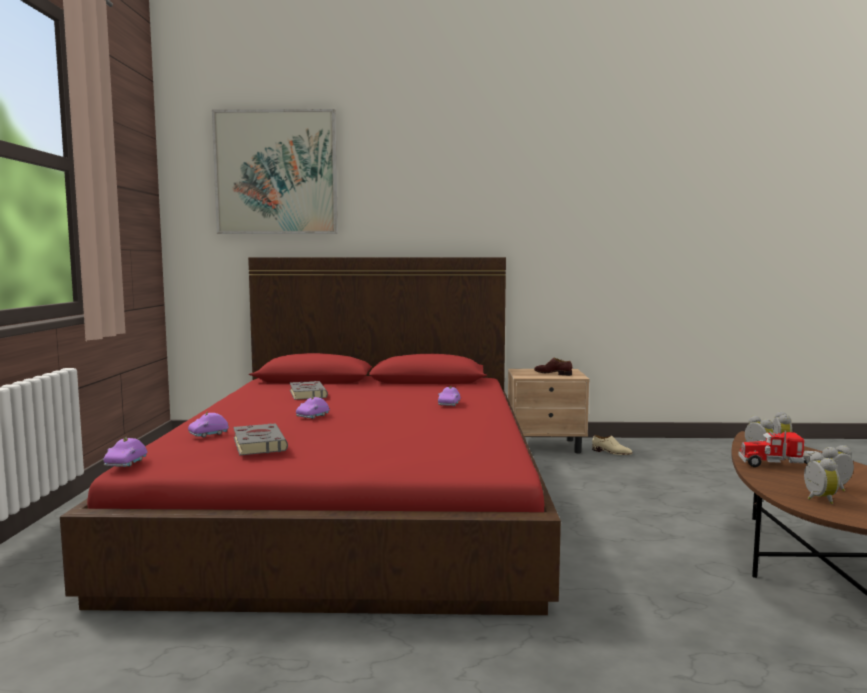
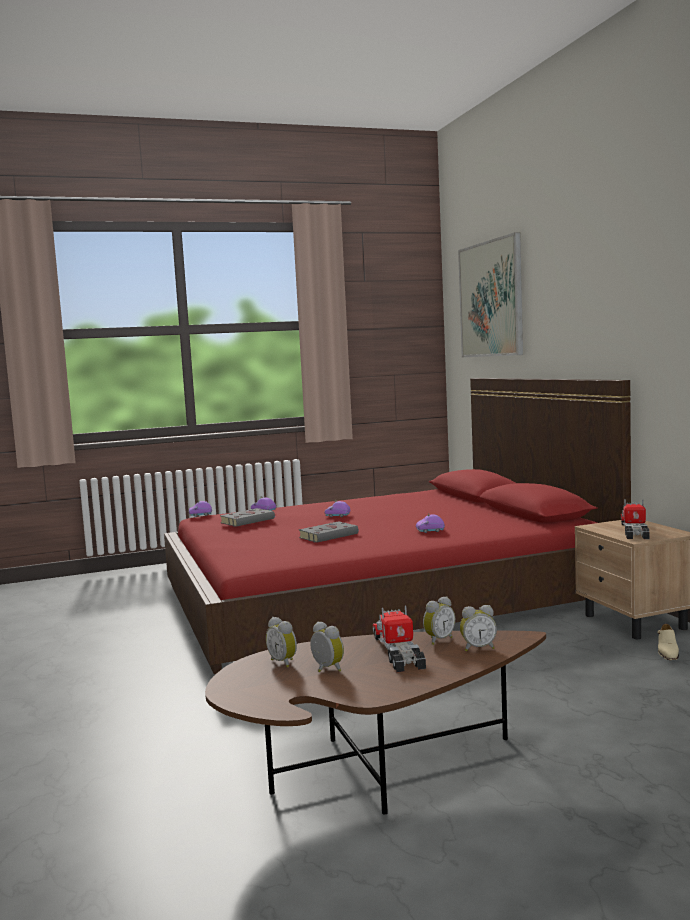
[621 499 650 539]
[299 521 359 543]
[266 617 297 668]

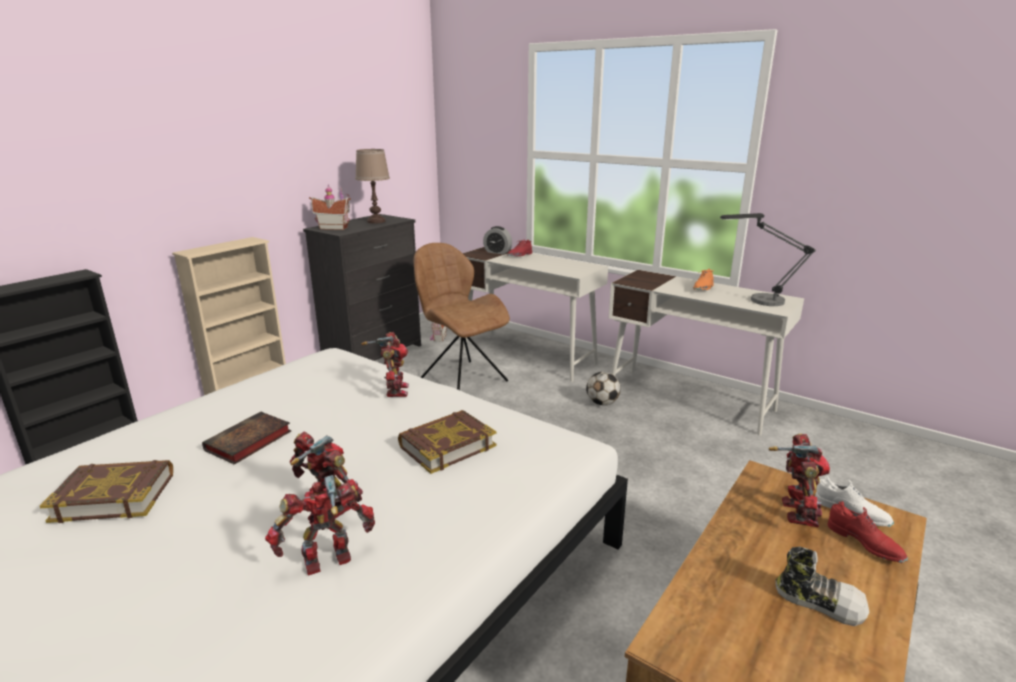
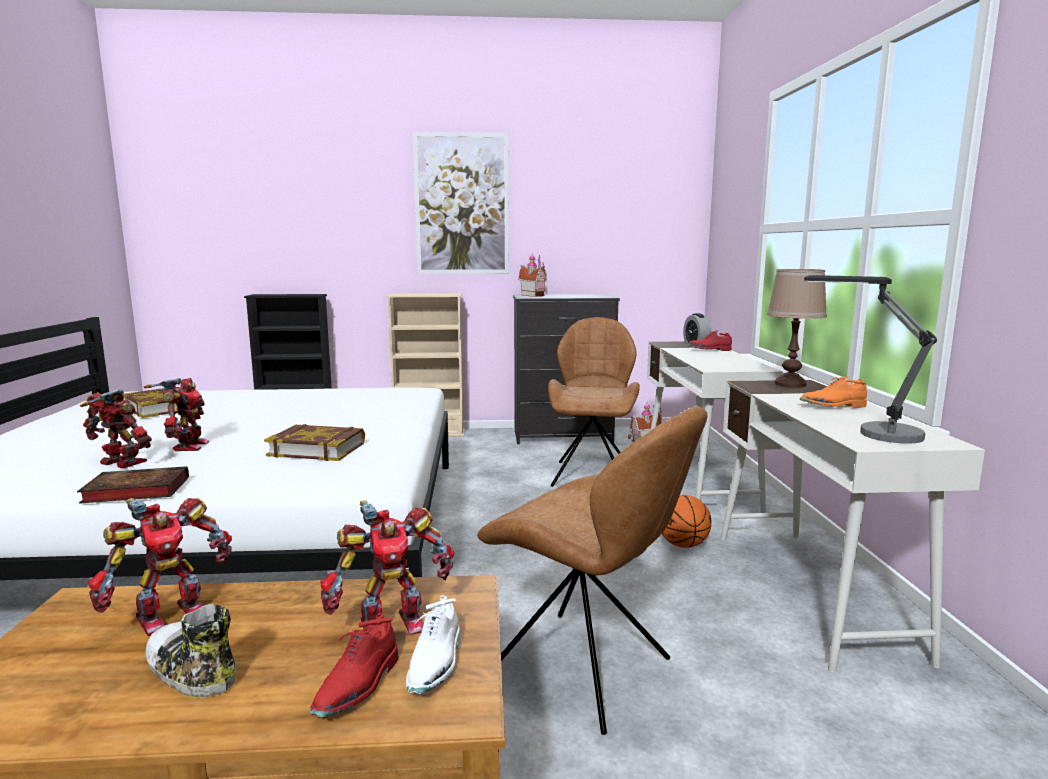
[767 269 827 388]
[88 498 232 636]
[662 495 712 548]
[77 466 189 504]
[145 604 236 698]
[413 132 509 274]
[477 406 708 735]

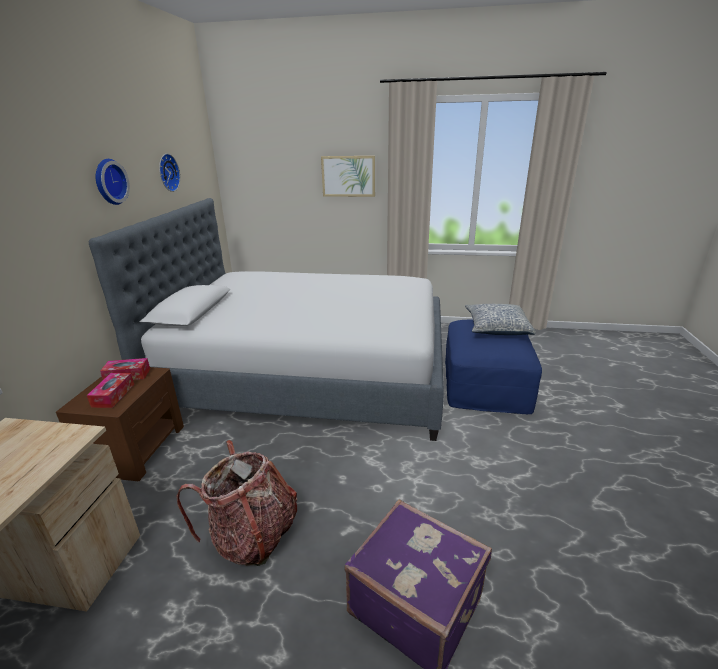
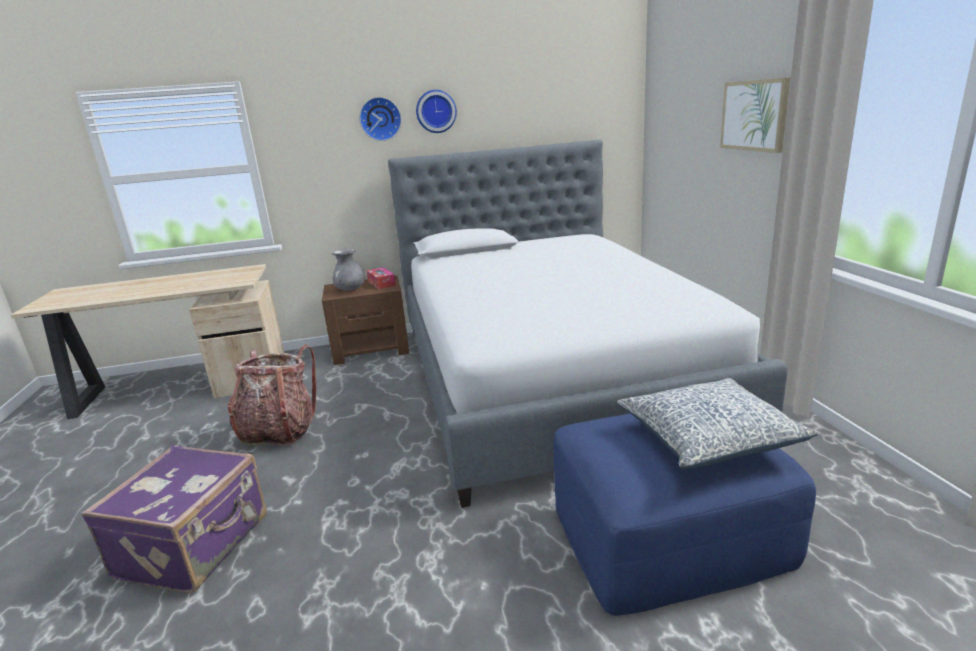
[359 97 401 141]
[332 249 364 291]

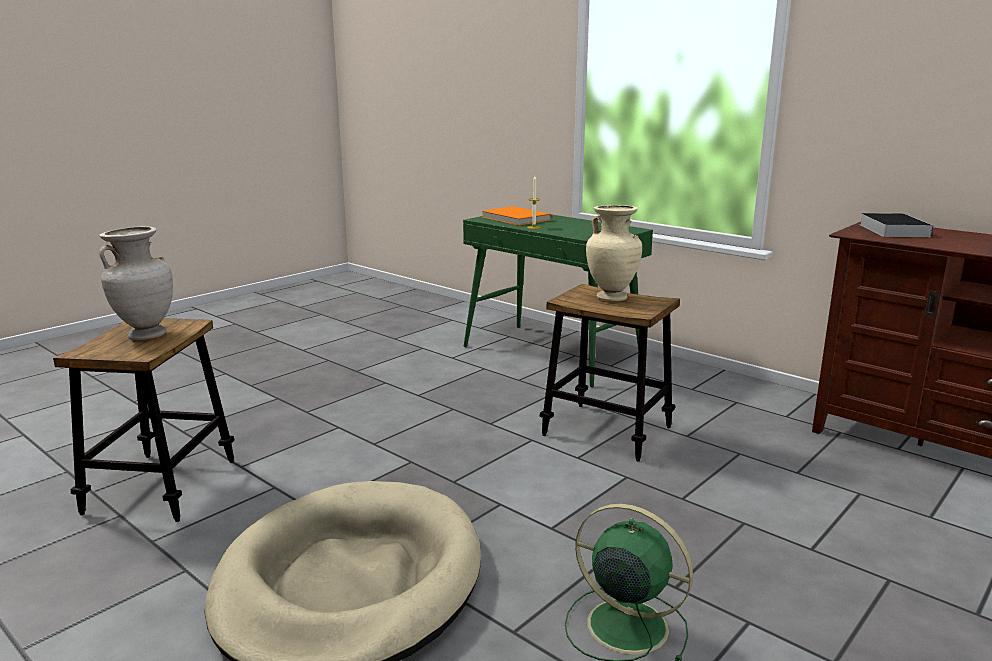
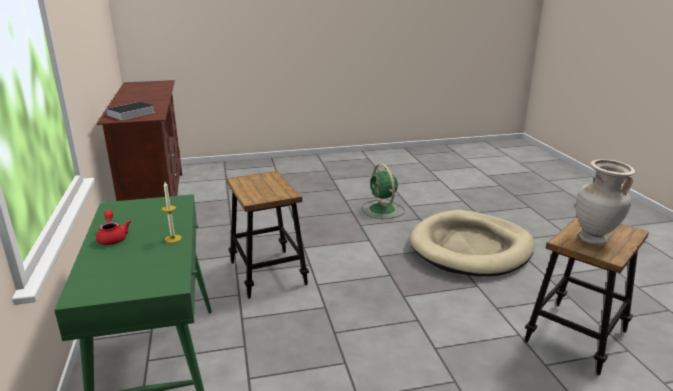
[586 205 642 301] (first image)
[482 206 551 226] (first image)
[96 210 131 245]

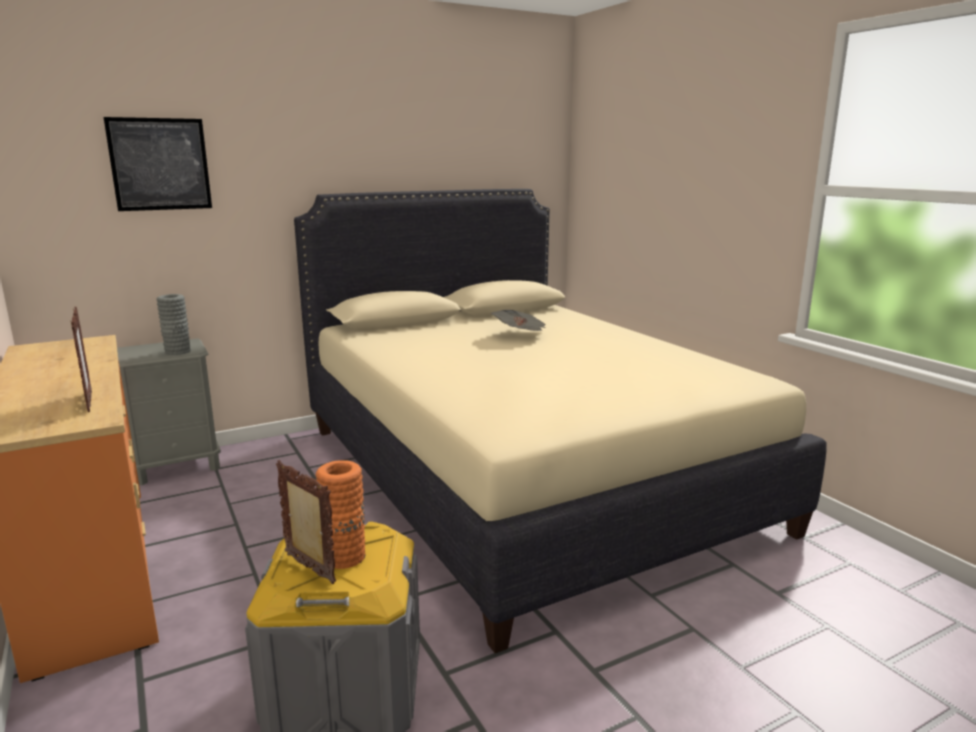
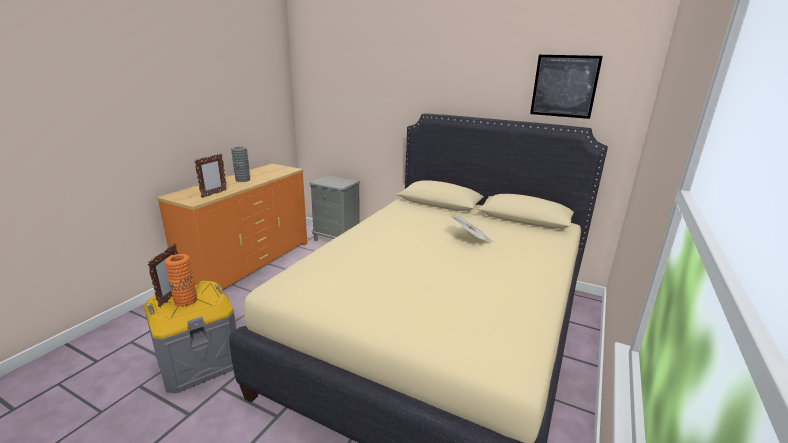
[530 55 603 119]
[231 146 250 182]

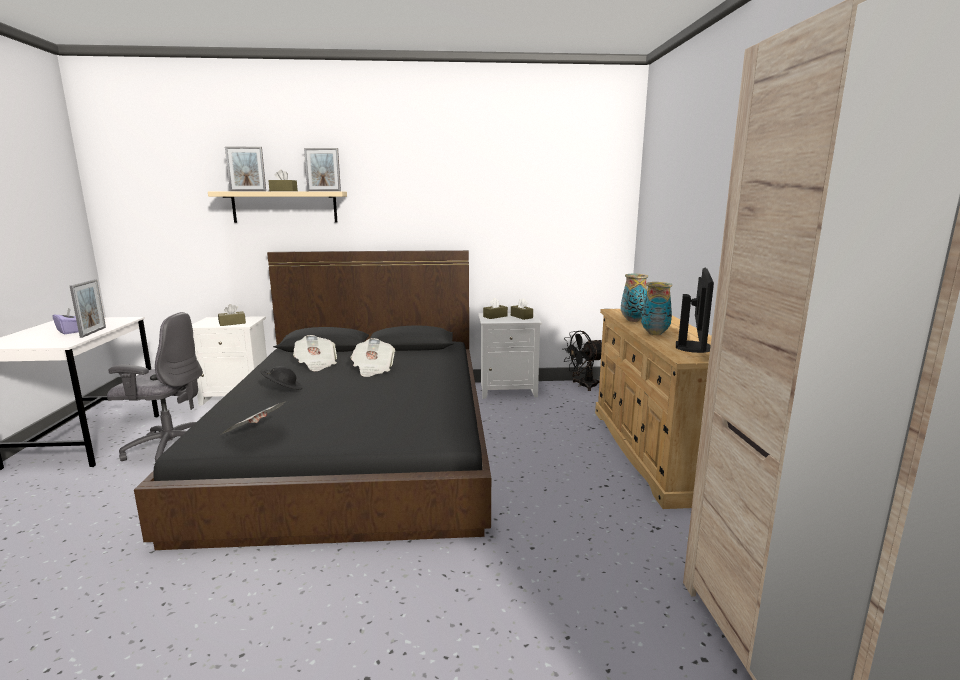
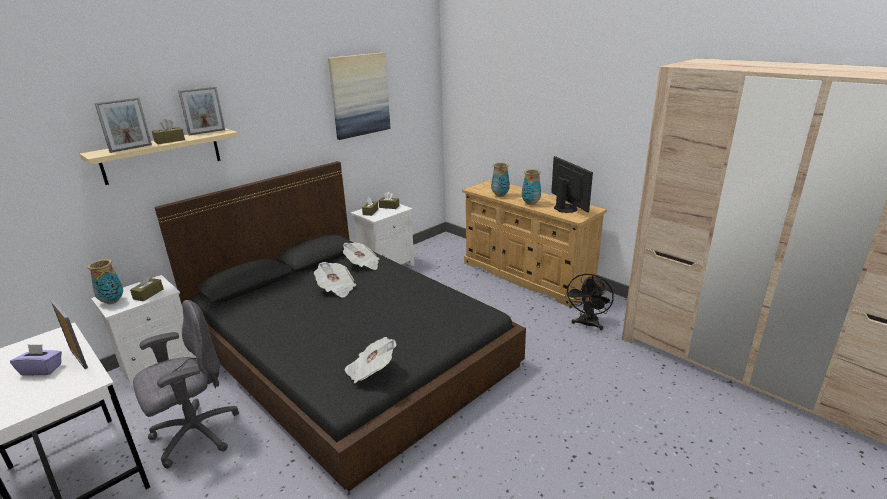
[565 274 614 330]
[343 242 380 270]
[260 366 303 390] (first image)
[328 52 390 140]
[87 259 123 304]

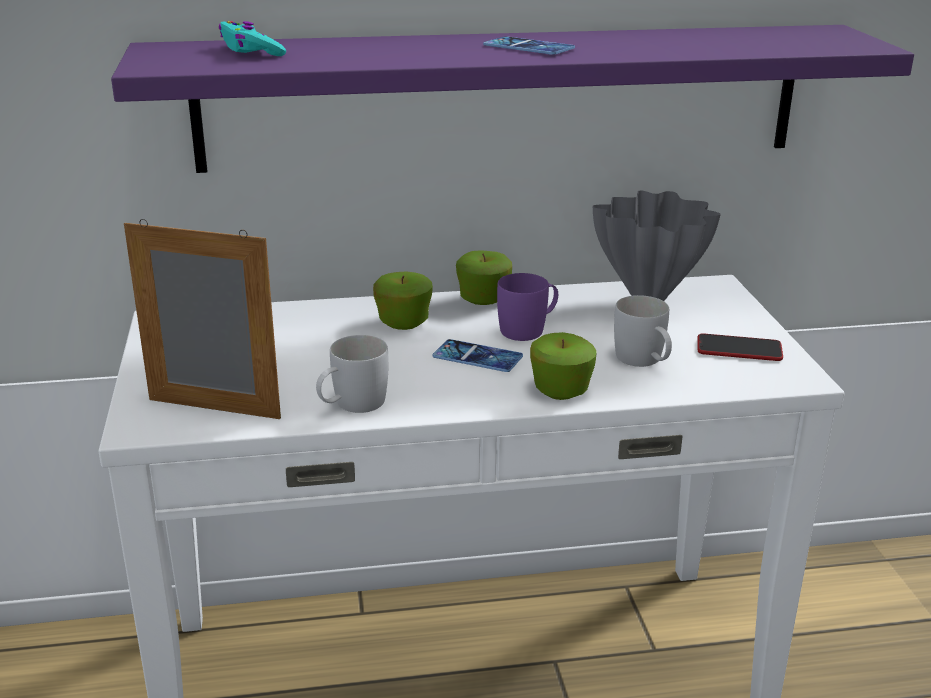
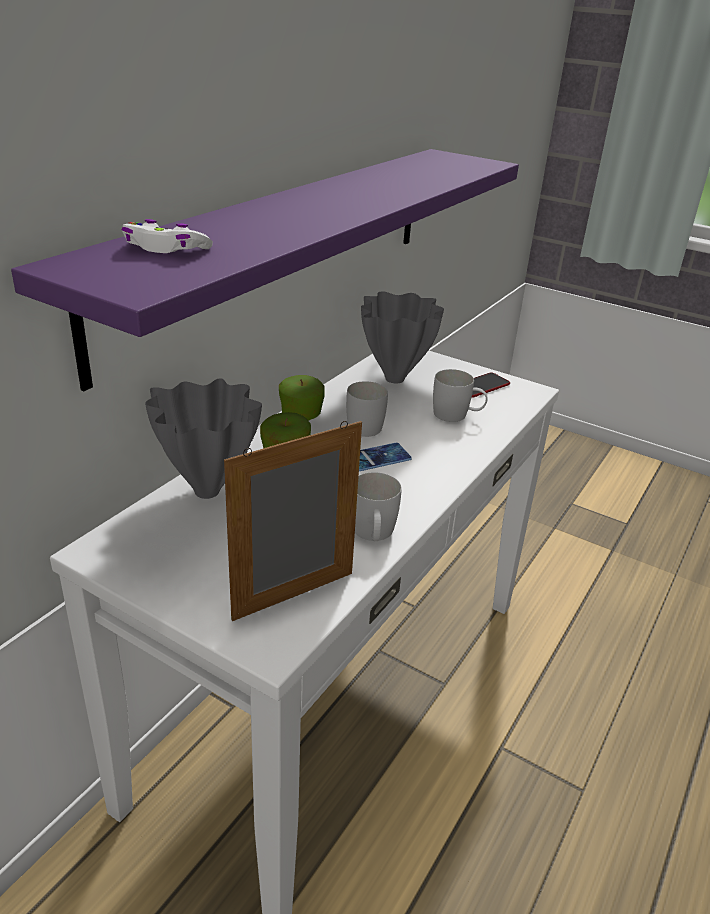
[122 219 213 253]
[483 36 575 55] (first image)
[346 381 388 437]
[530 332 597 400] (first image)
[145 378 262 499]

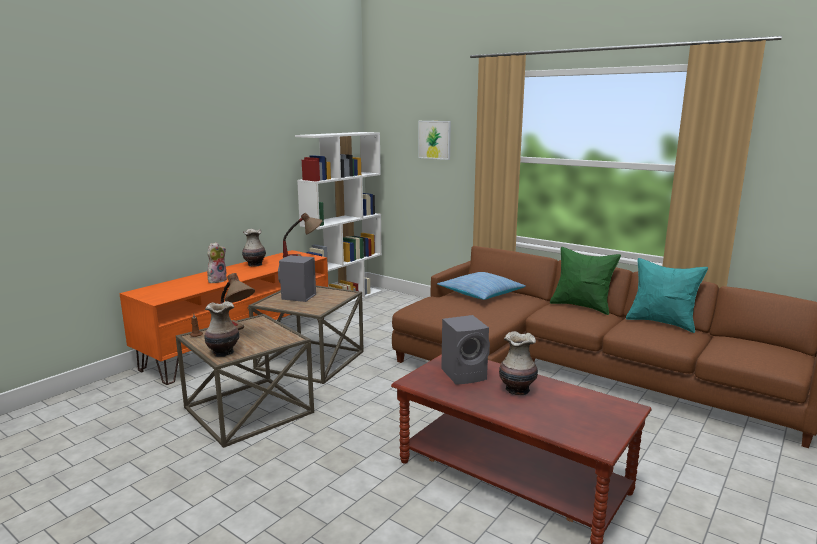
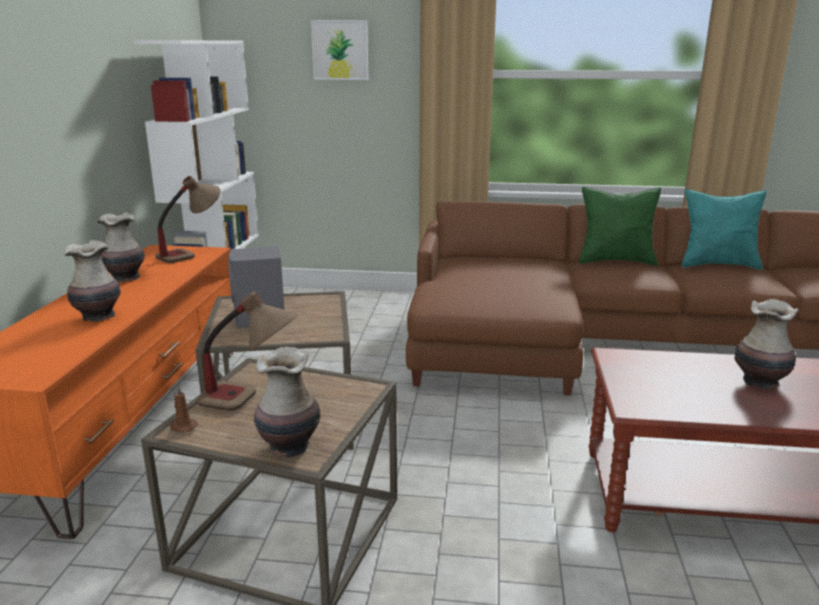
[64 240 121 322]
[437 272 526 300] (first image)
[441 315 490 385] (first image)

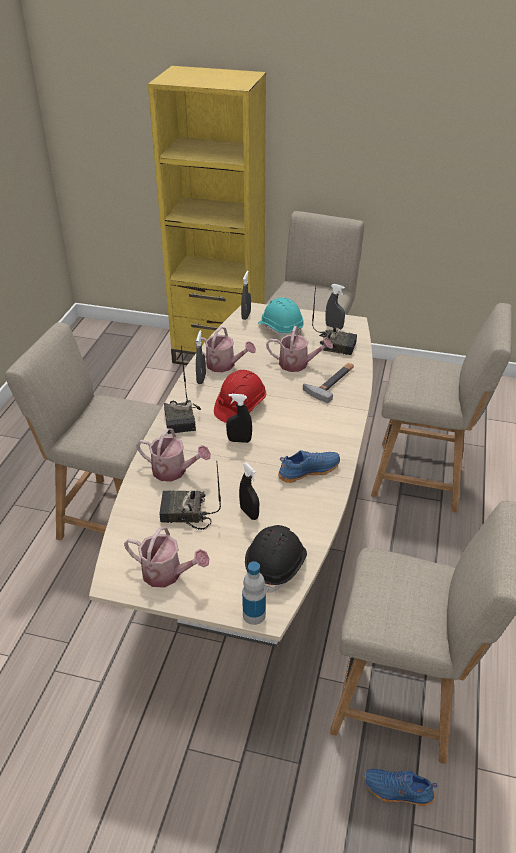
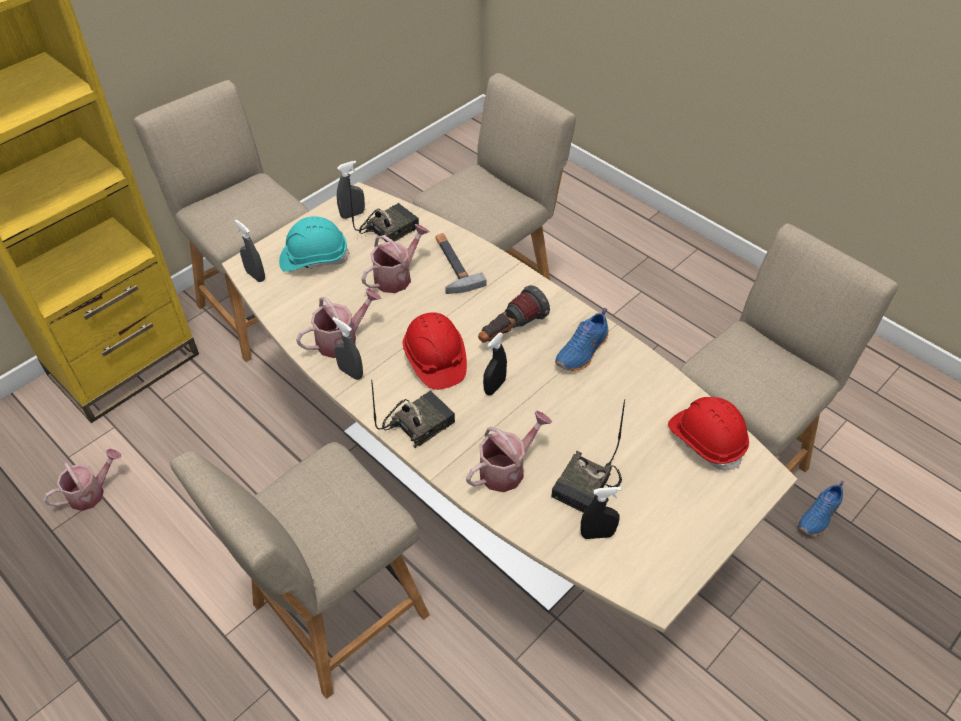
[372 382 455 449]
[555 308 609 371]
[581 487 621 539]
[668 397 749 471]
[43 449 121 511]
[242 561 266 625] (first image)
[478 285 550 343]

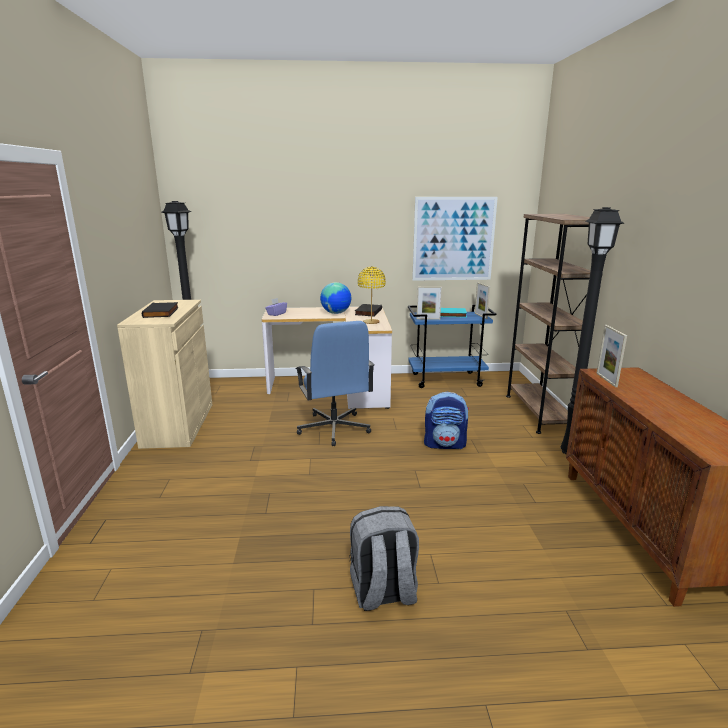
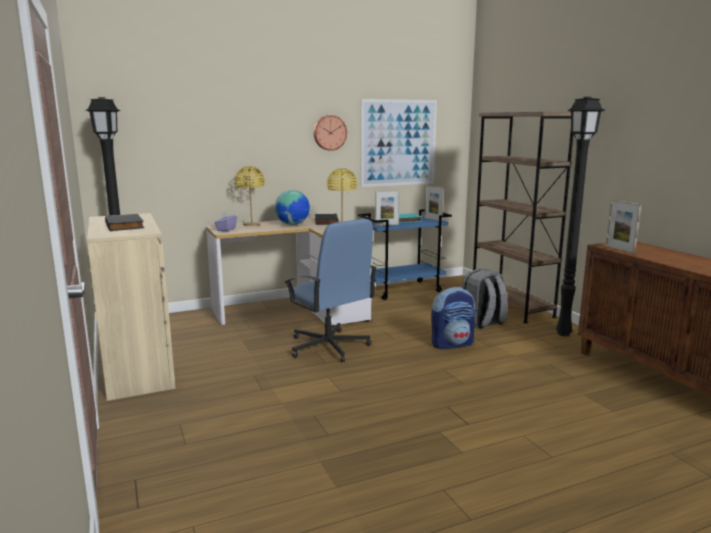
[462 269 508 329]
[314 115 347 151]
[235 166 265 226]

